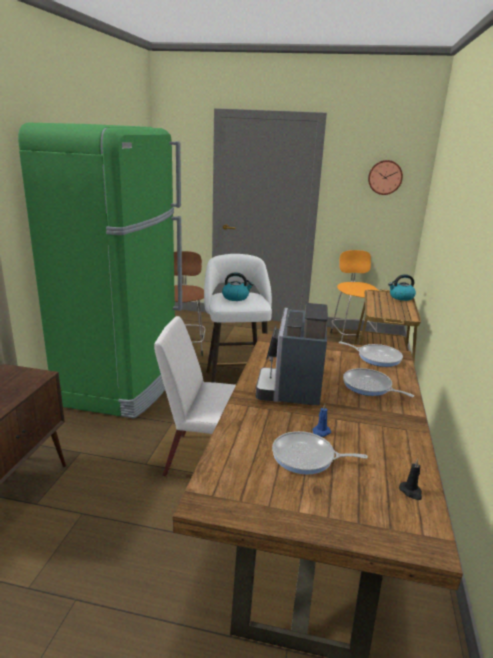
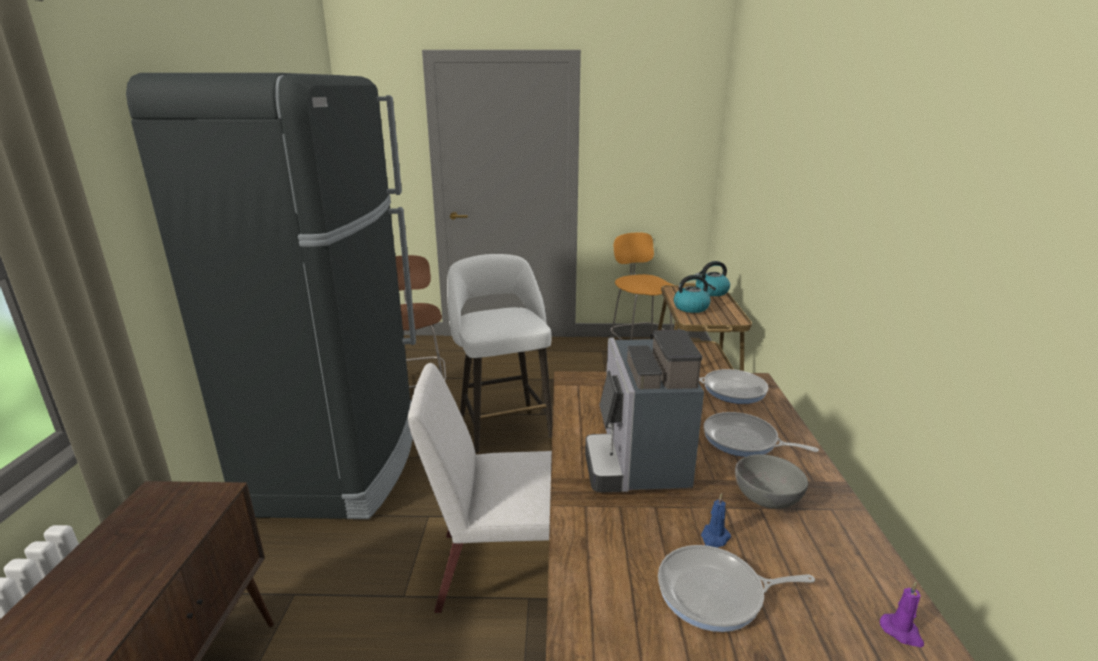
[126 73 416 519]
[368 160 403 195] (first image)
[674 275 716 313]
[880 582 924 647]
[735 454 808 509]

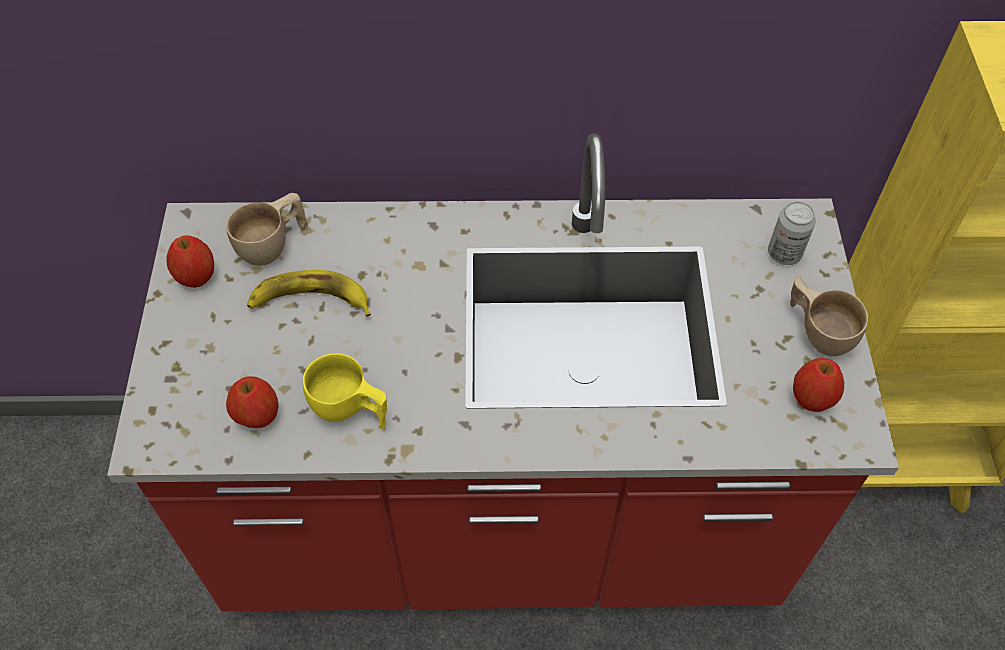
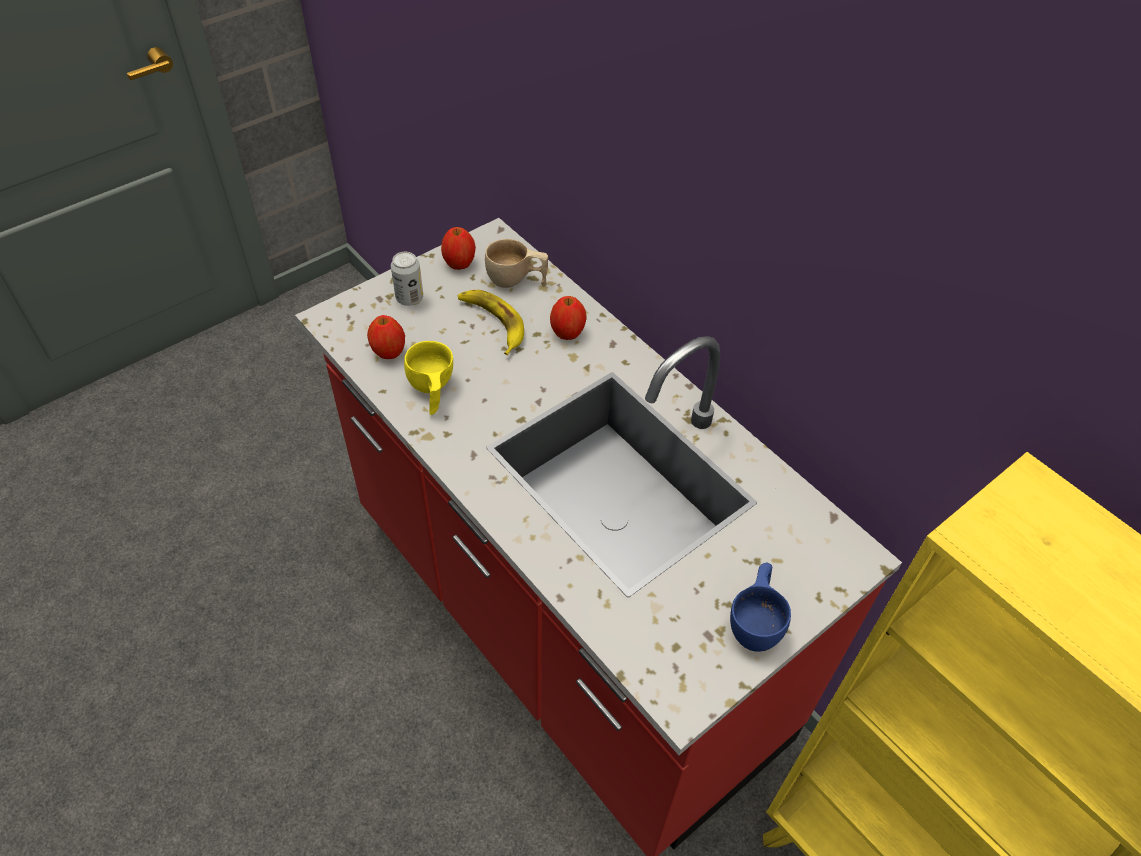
[391 252 423 306]
[730 563 791 652]
[550 296 586 340]

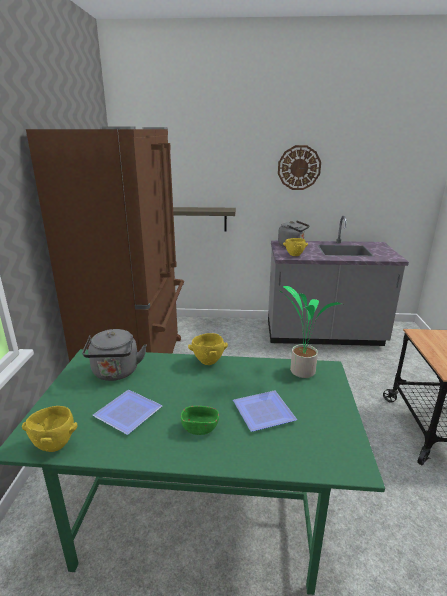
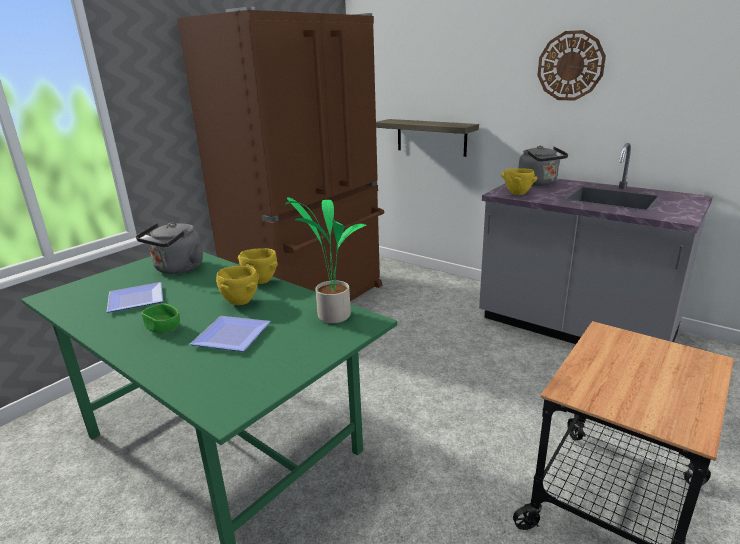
[216 266 259 305]

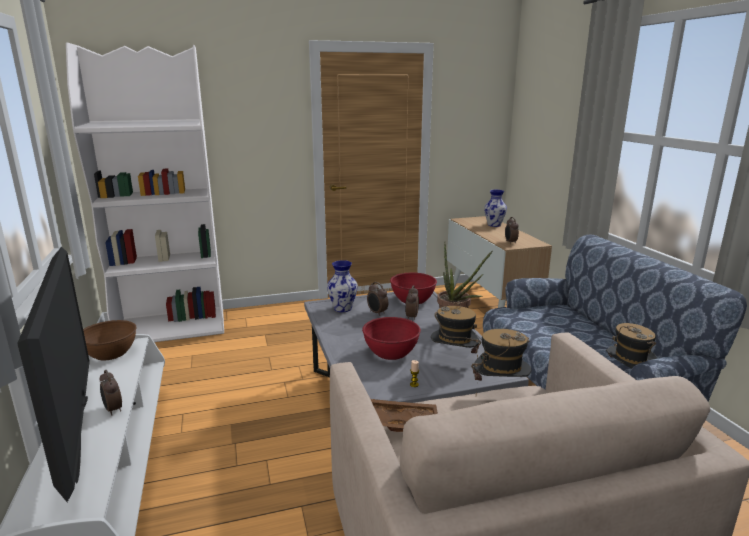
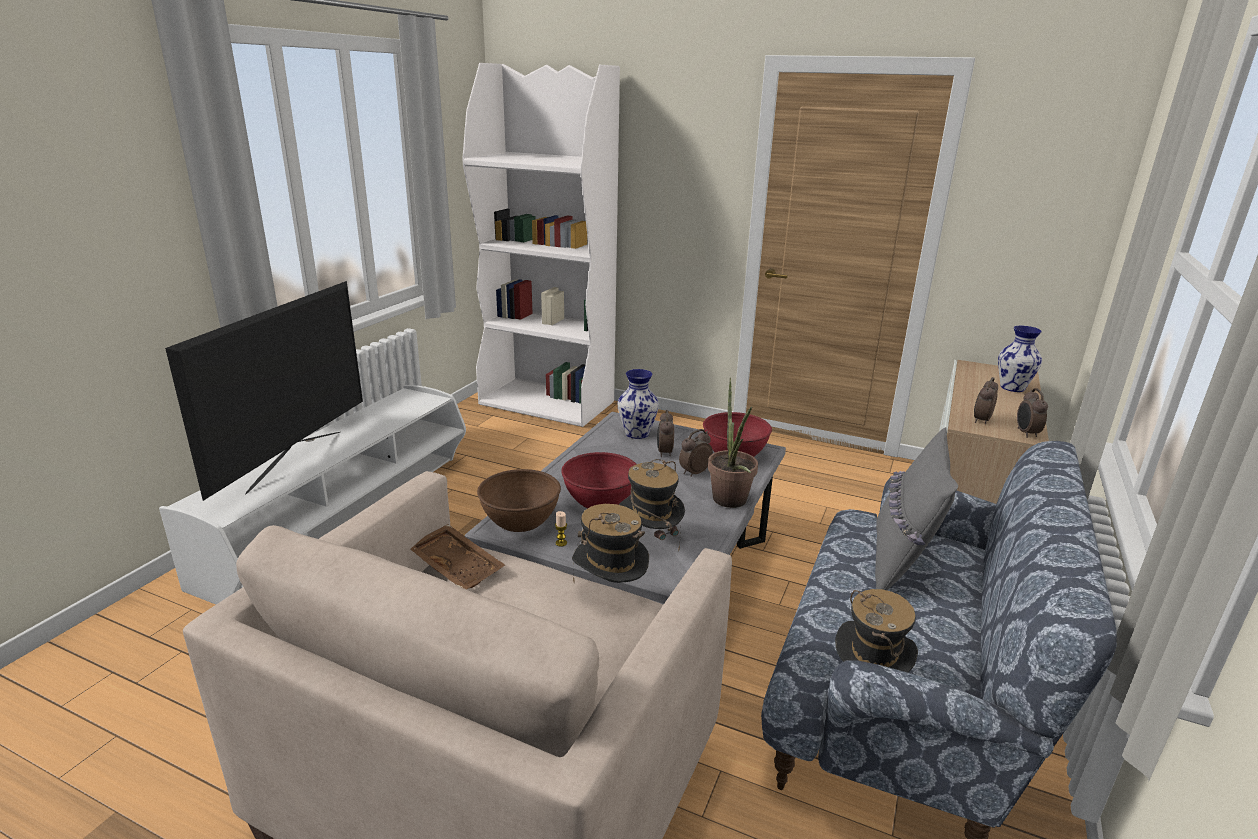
[477 469 561 532]
[1017 388 1048 438]
[875 427 958 590]

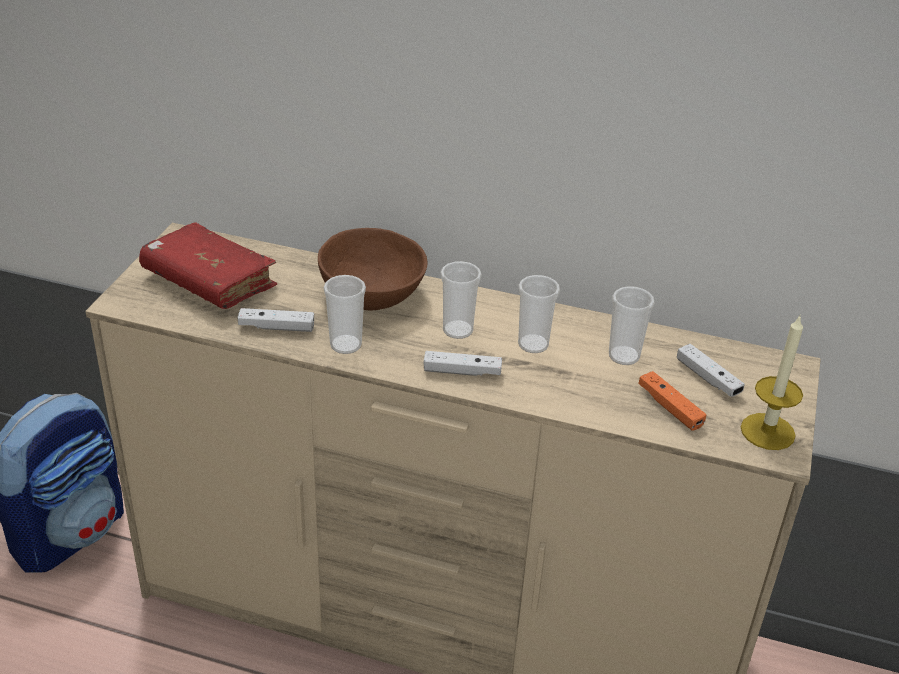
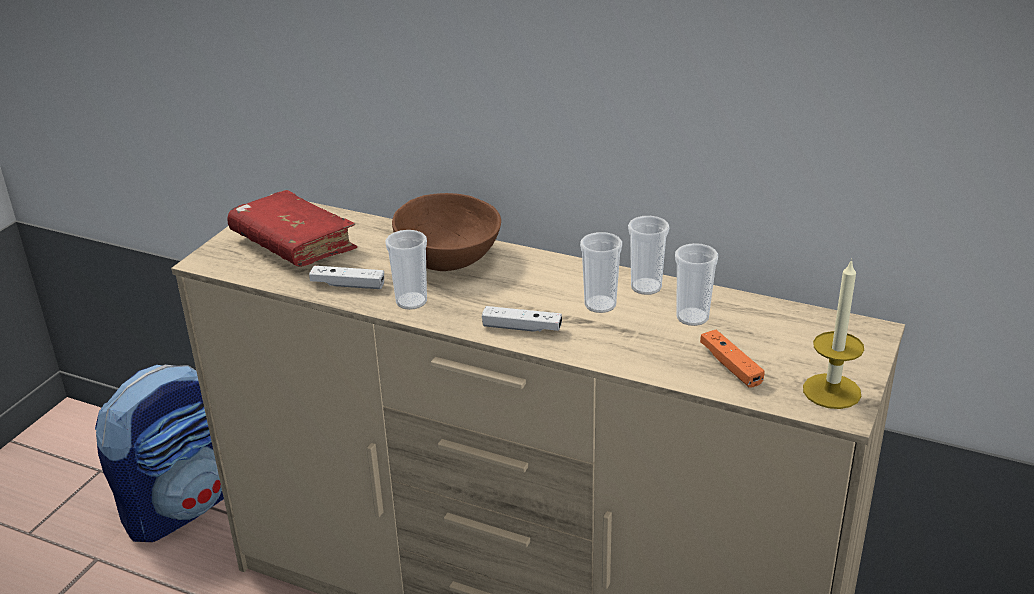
[628 216 670 295]
[677 344 745 397] (first image)

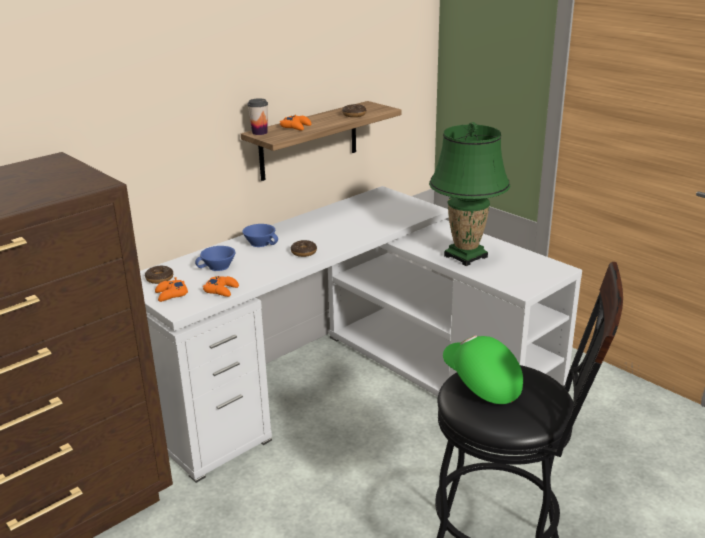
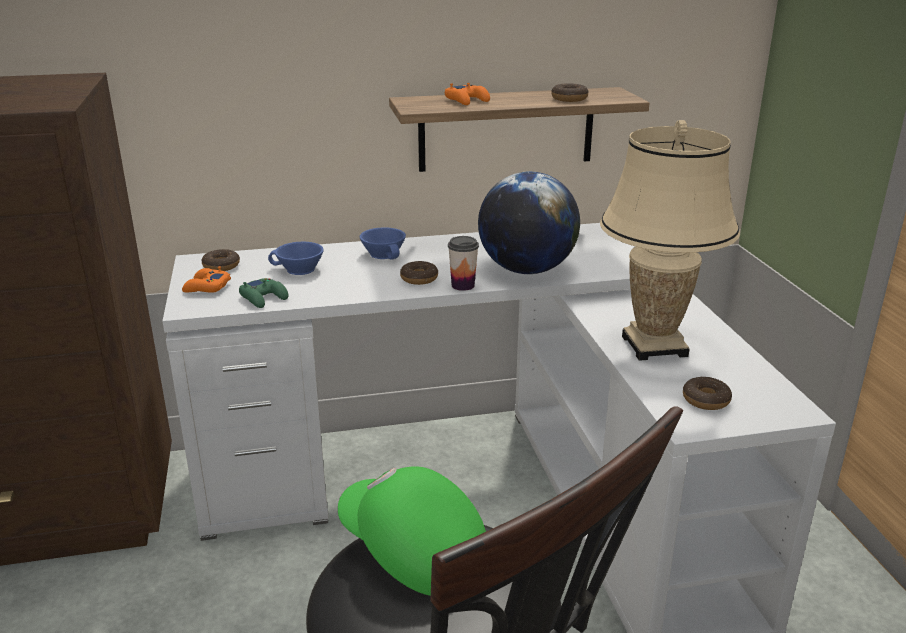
[448 236 479 291]
[600 120 740 361]
[239 278 288 308]
[338 466 486 596]
[478 172 580 274]
[683 377 732 410]

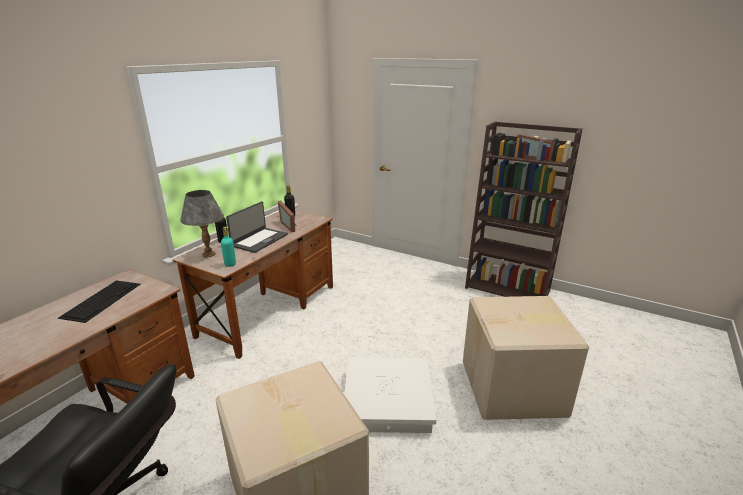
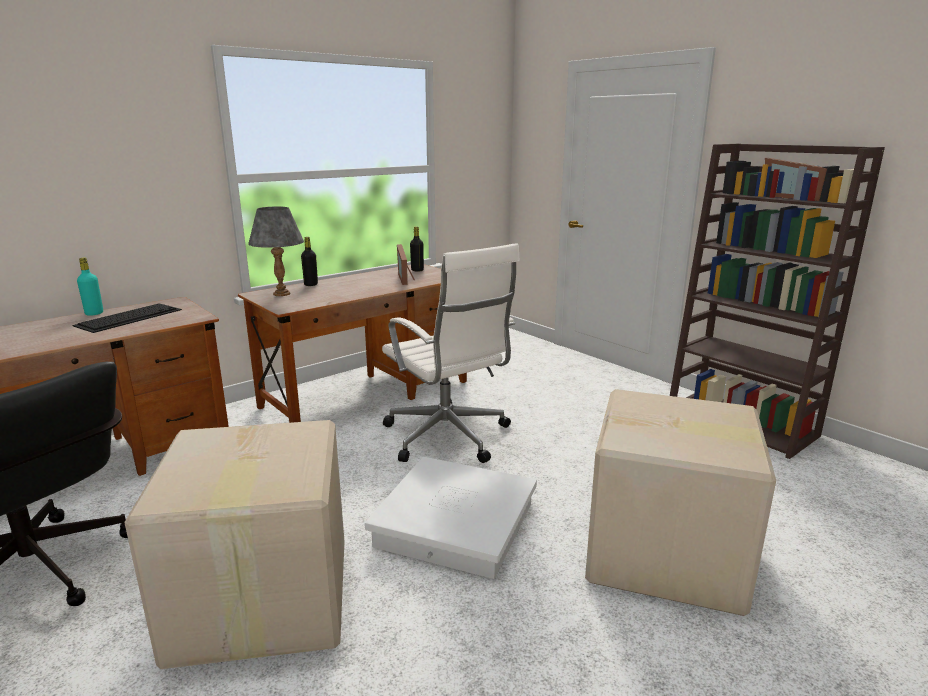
[226 201 288 253] (first image)
[77 257 103 316]
[382 243 520 463]

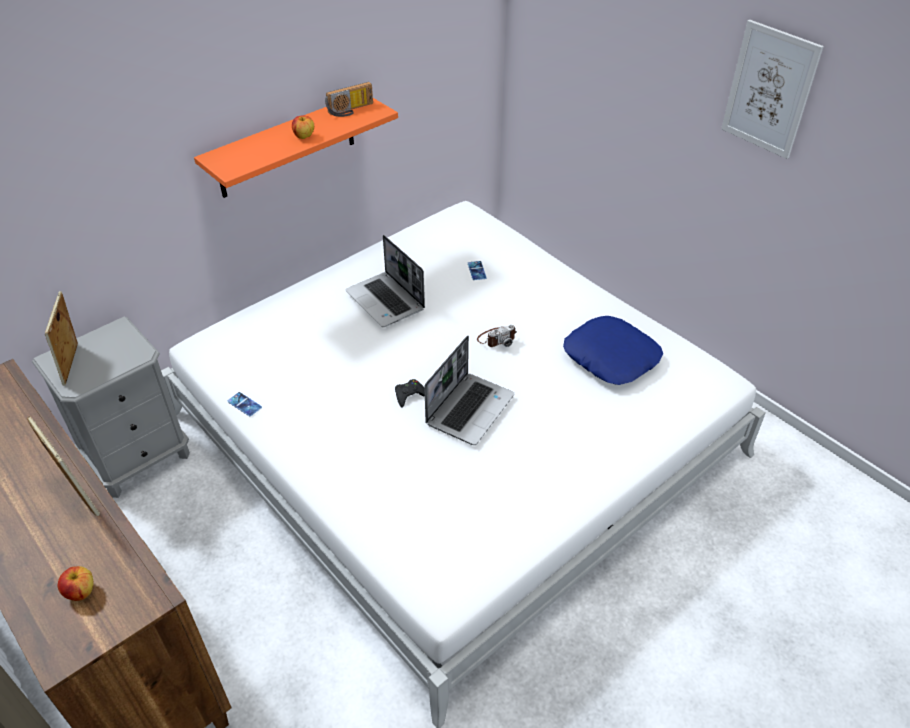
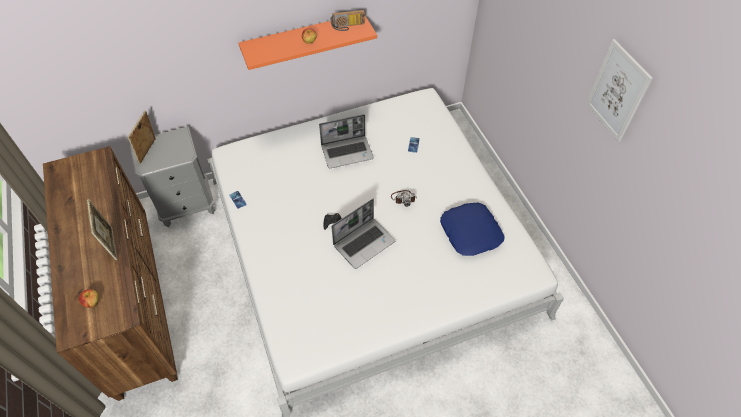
[319 114 374 169]

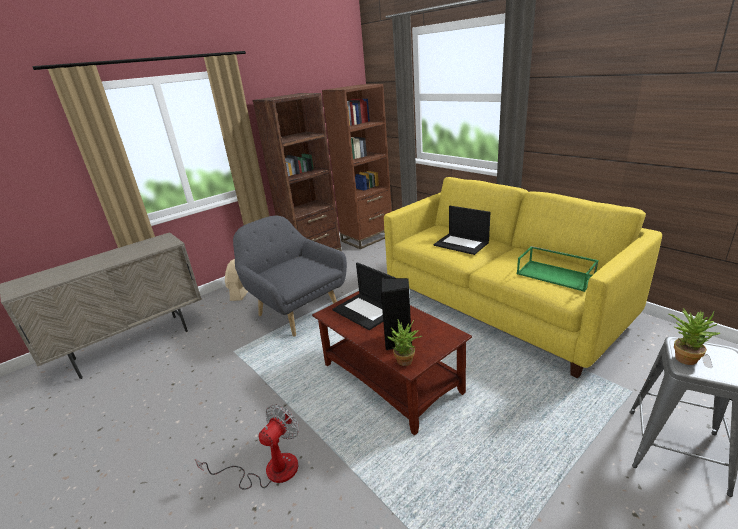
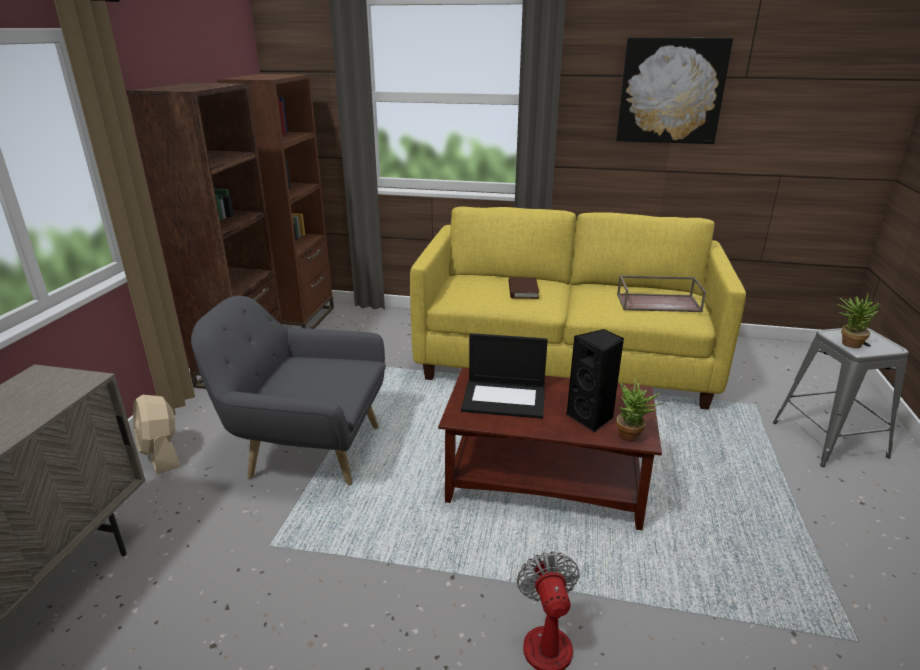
[509 277 539 299]
[617 275 706 312]
[616 37 733 144]

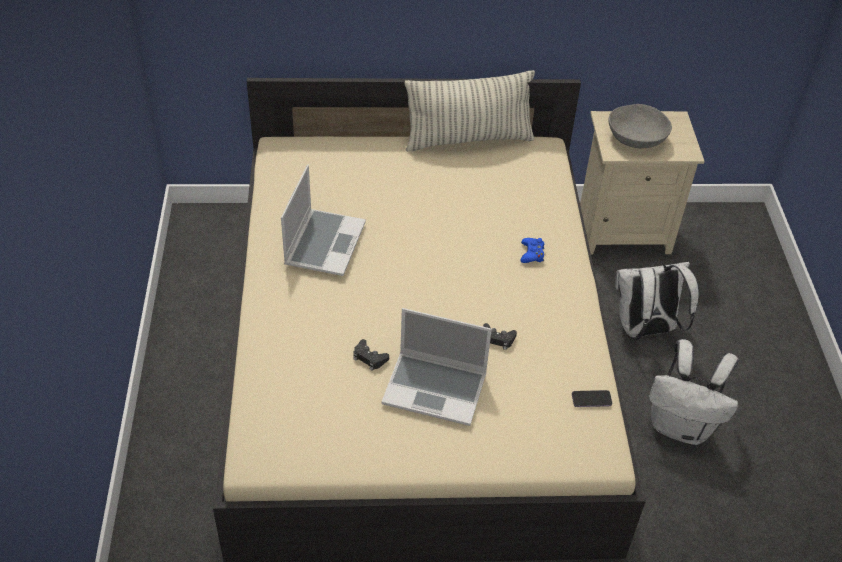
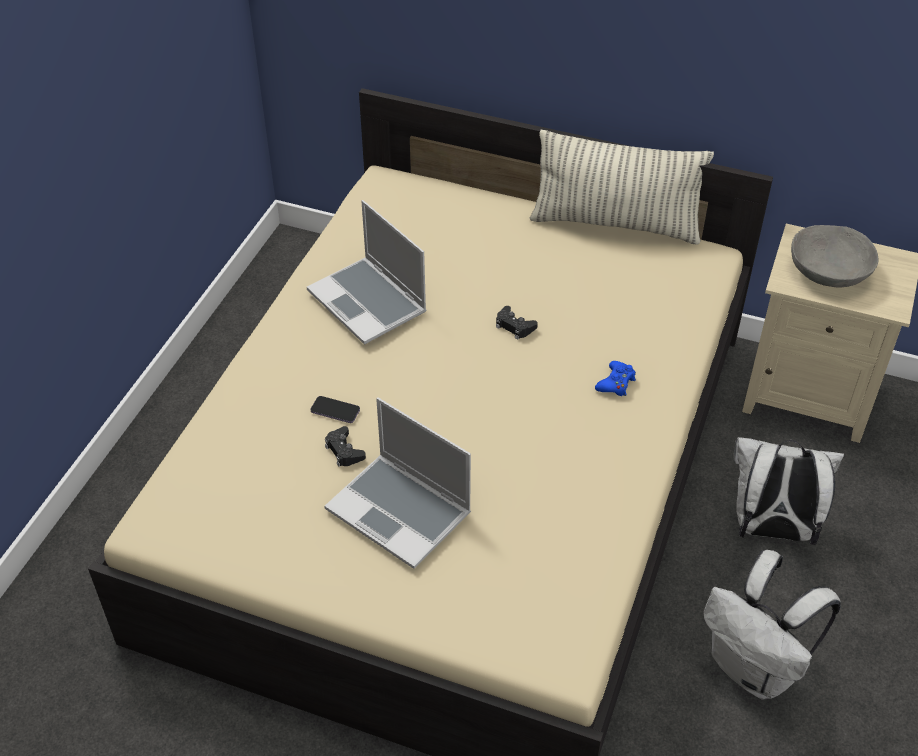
[307 200 427 345]
[496 306 538 339]
[311 396 360 423]

